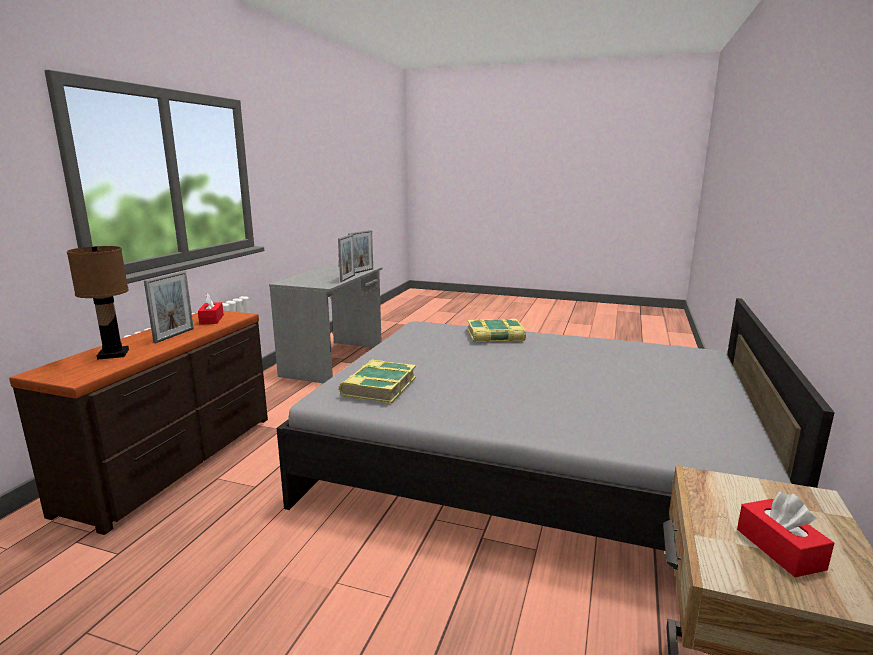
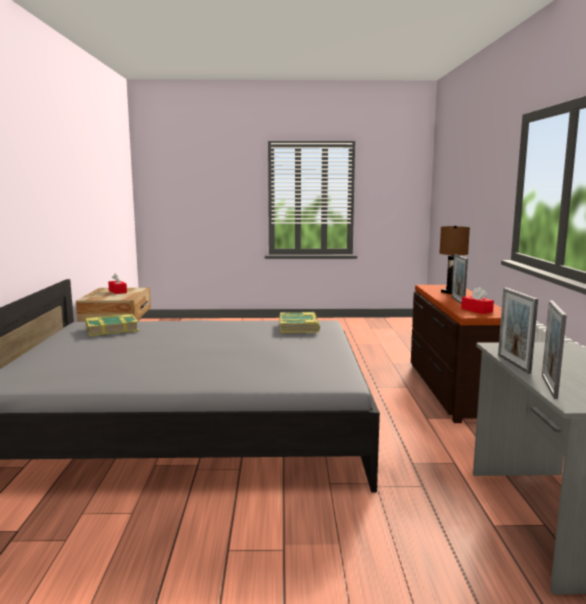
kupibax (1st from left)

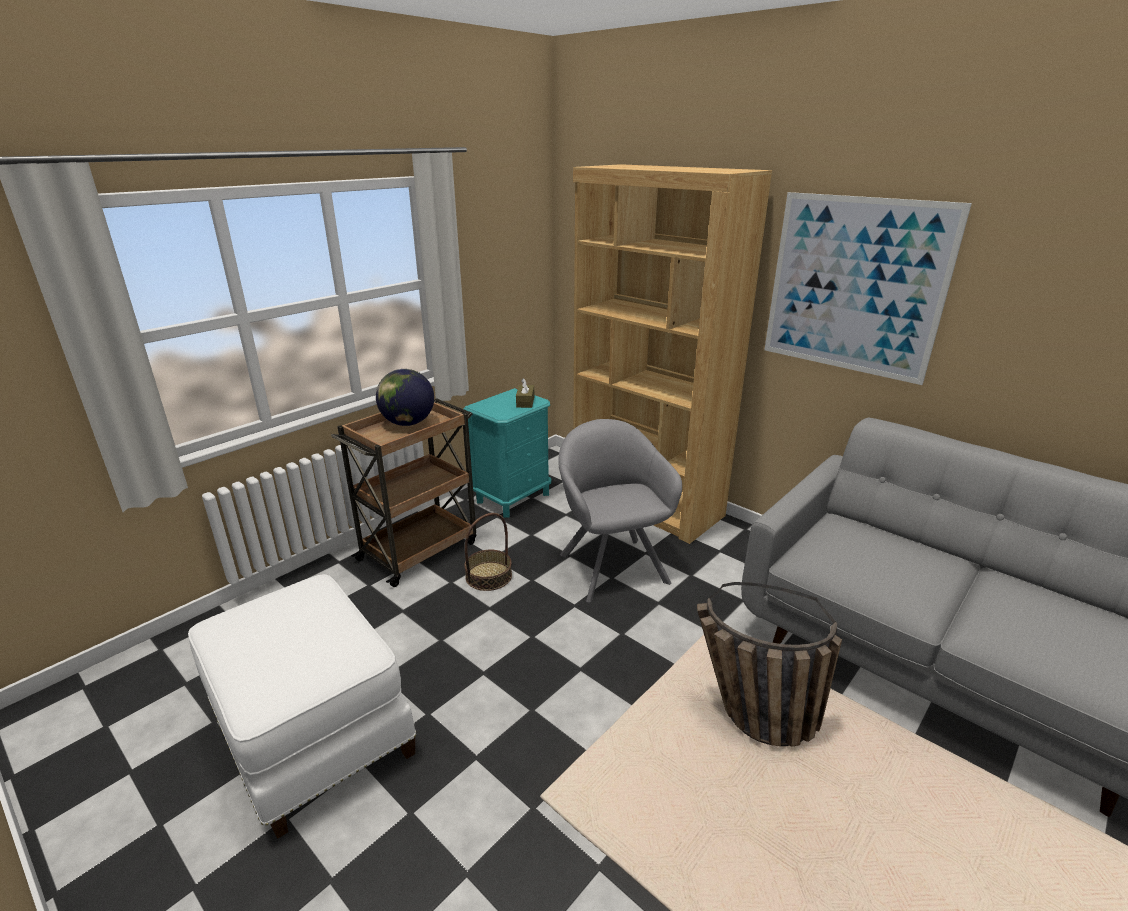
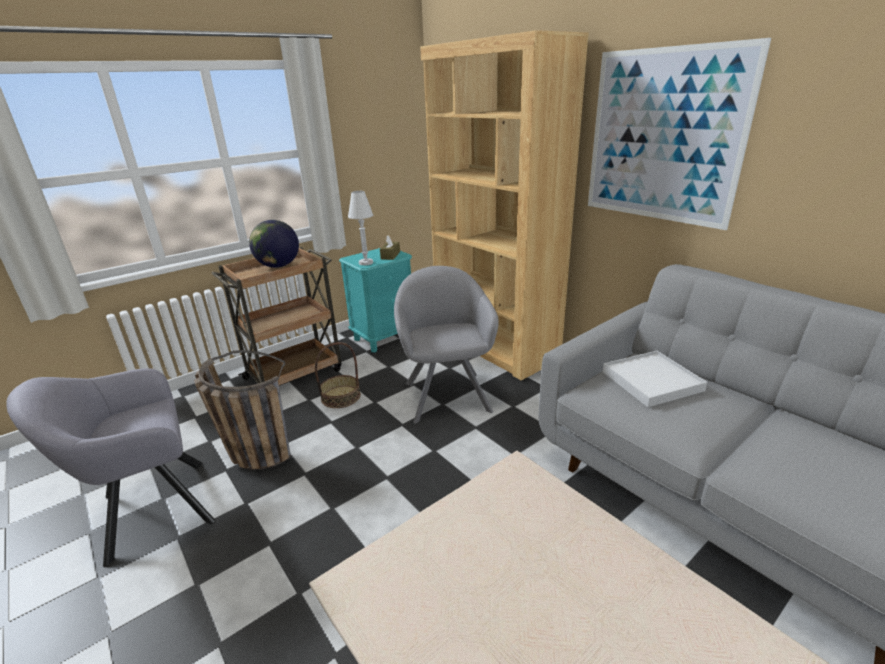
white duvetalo
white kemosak
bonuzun (1st from left)
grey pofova (1st from left)

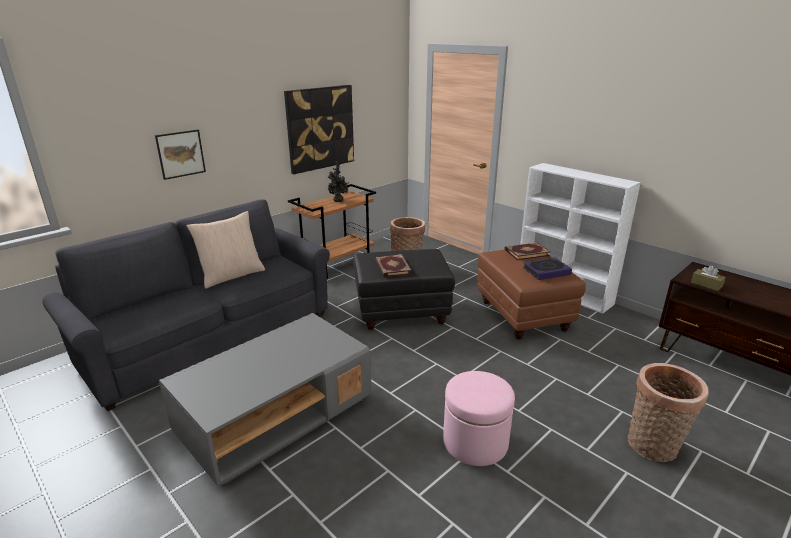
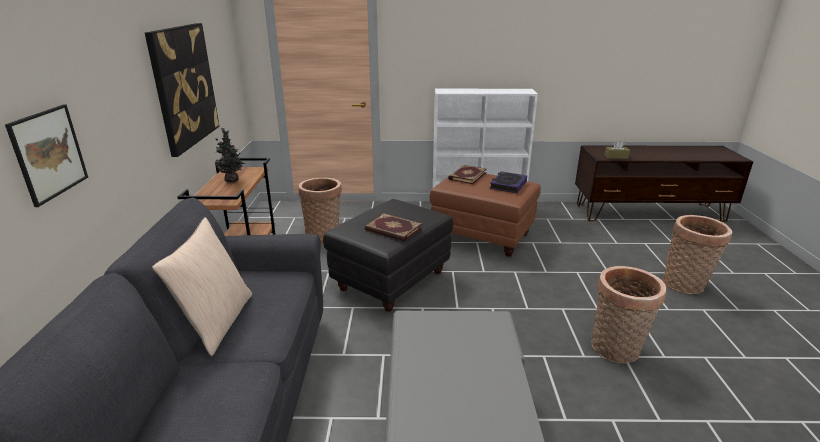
bonuzun (2nd from left)

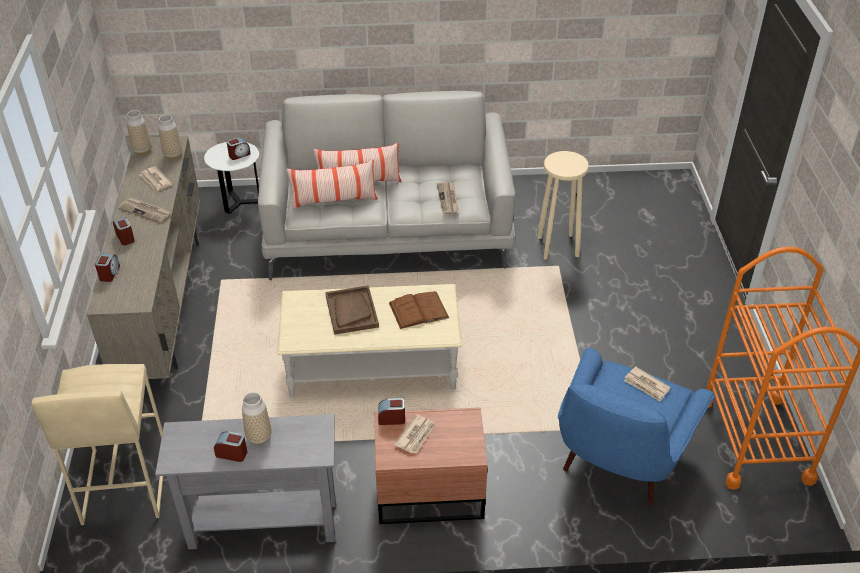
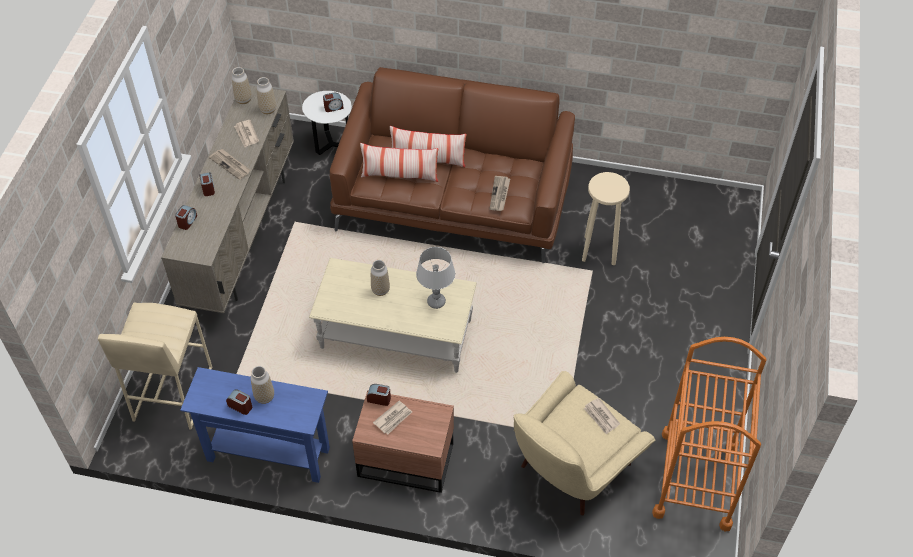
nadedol (4th from left)
grey duvetalo
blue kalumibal
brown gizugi
beige pofova

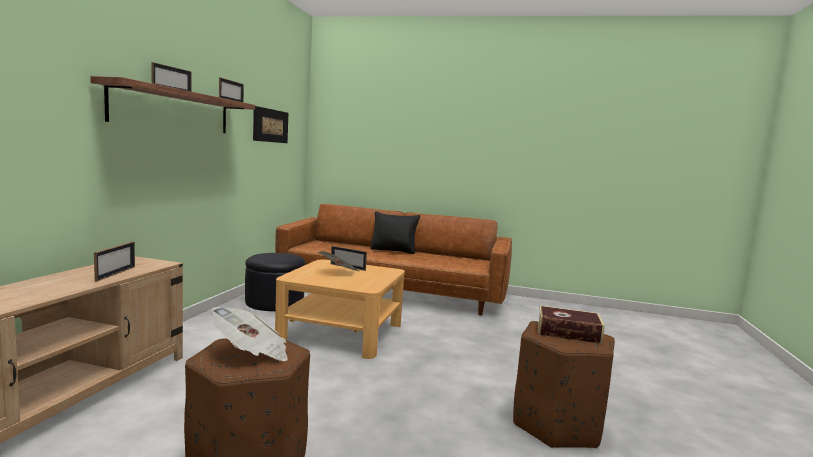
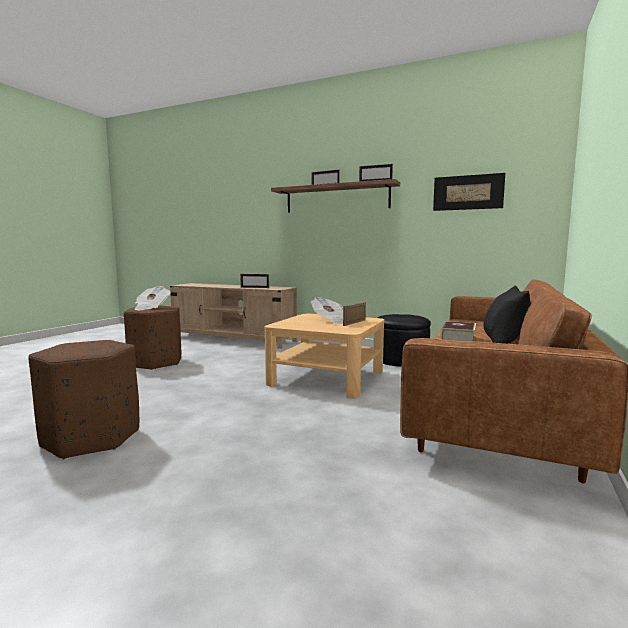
kupibax

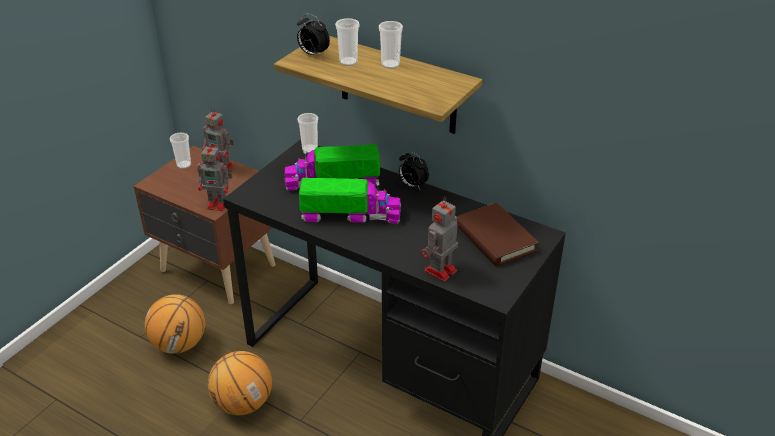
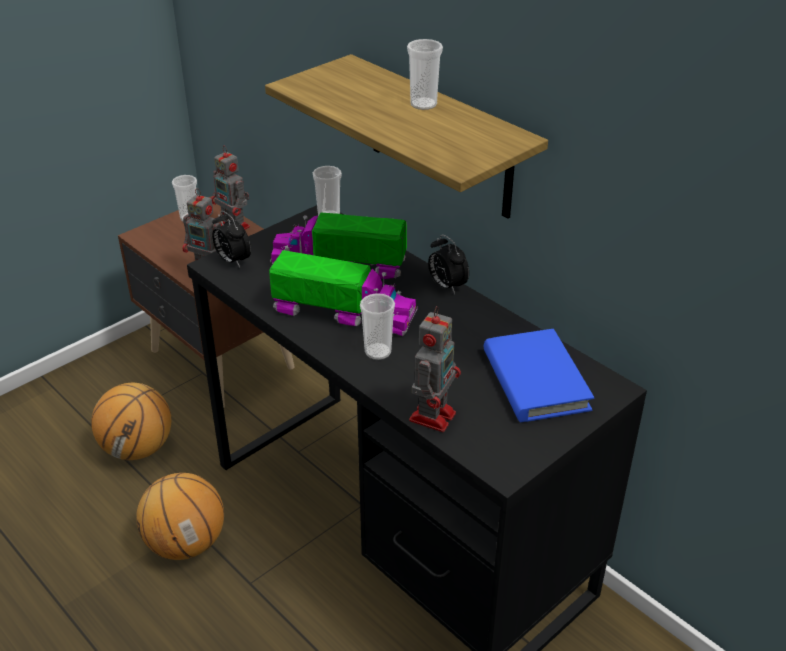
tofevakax (1st from left)
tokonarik (3rd from left)
blue kupibax
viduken (3rd from left)

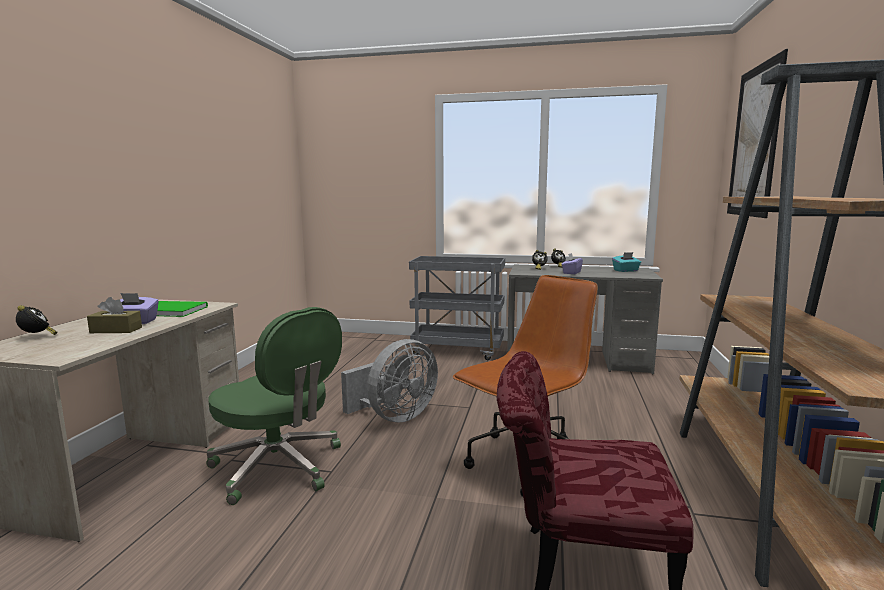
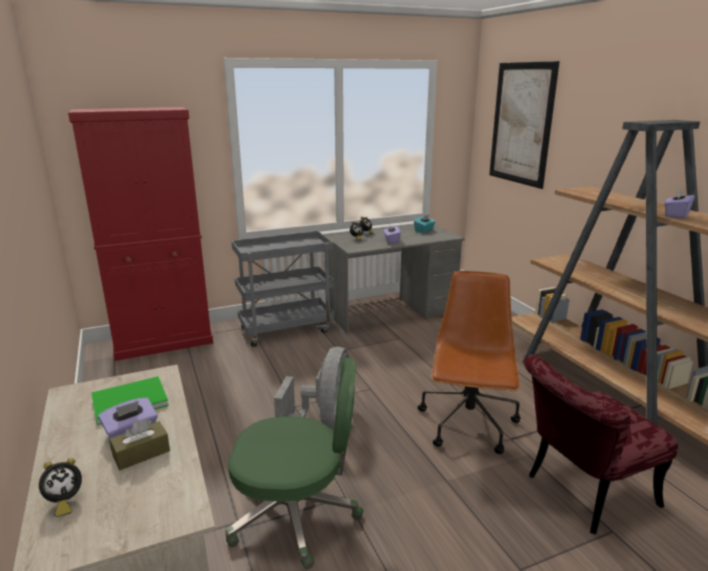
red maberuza
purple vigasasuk (3rd from left)
tofevakax (1st from left)

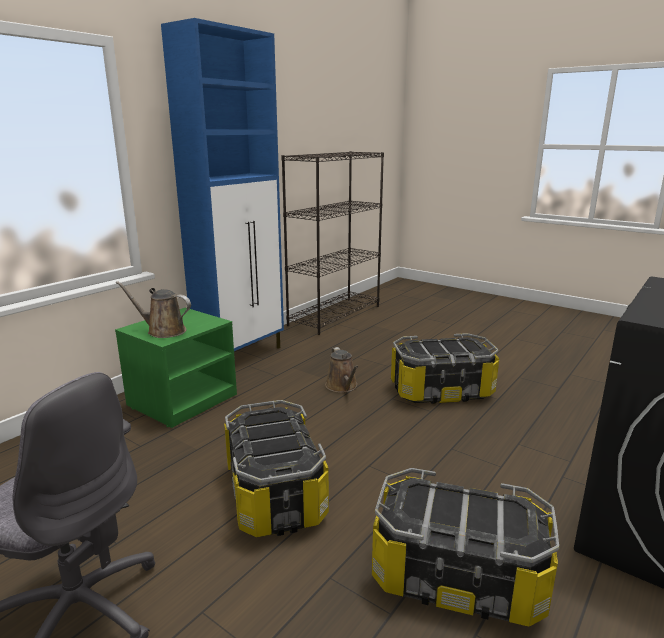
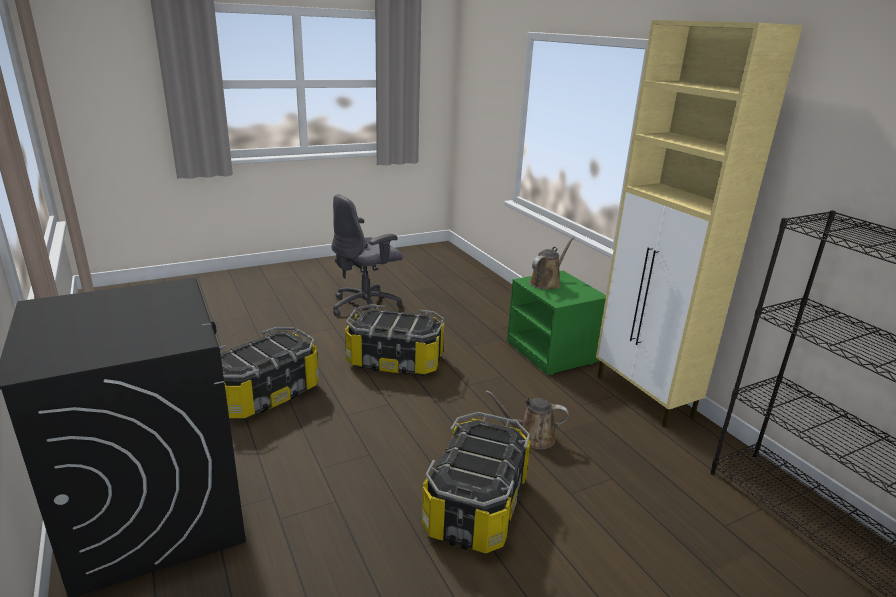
beige maberuza

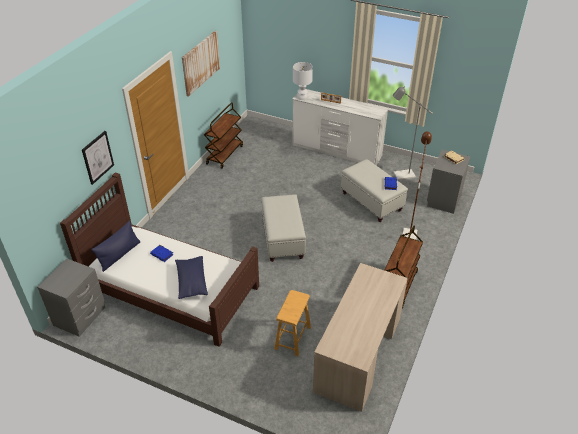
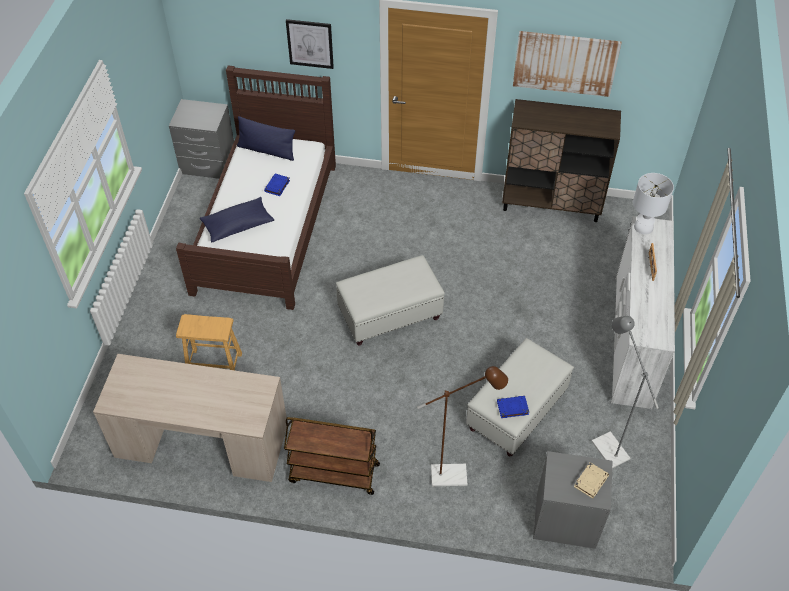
brown maberuza

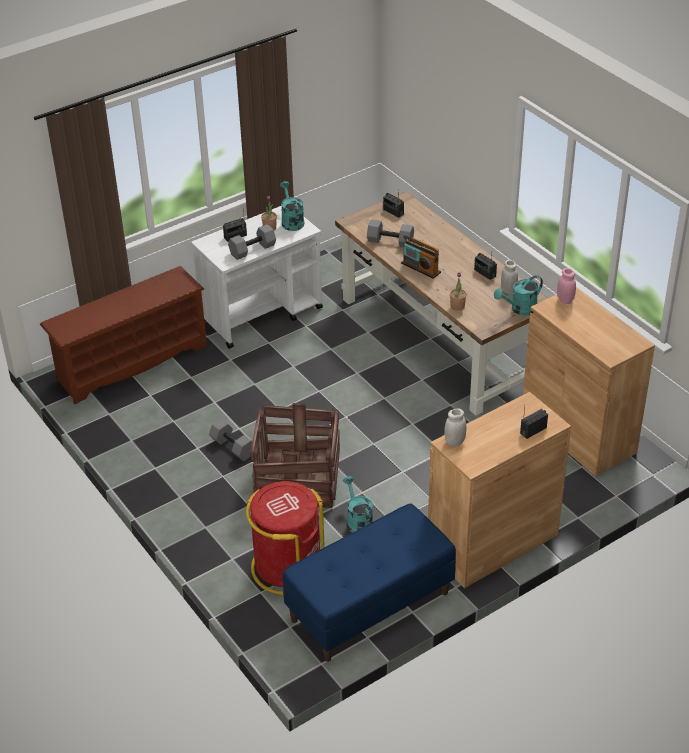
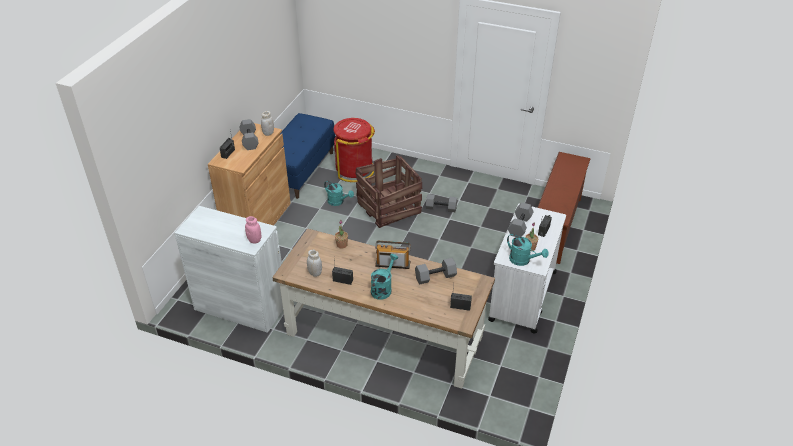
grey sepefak (1st from left)
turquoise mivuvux (2nd from left)
white maberuza

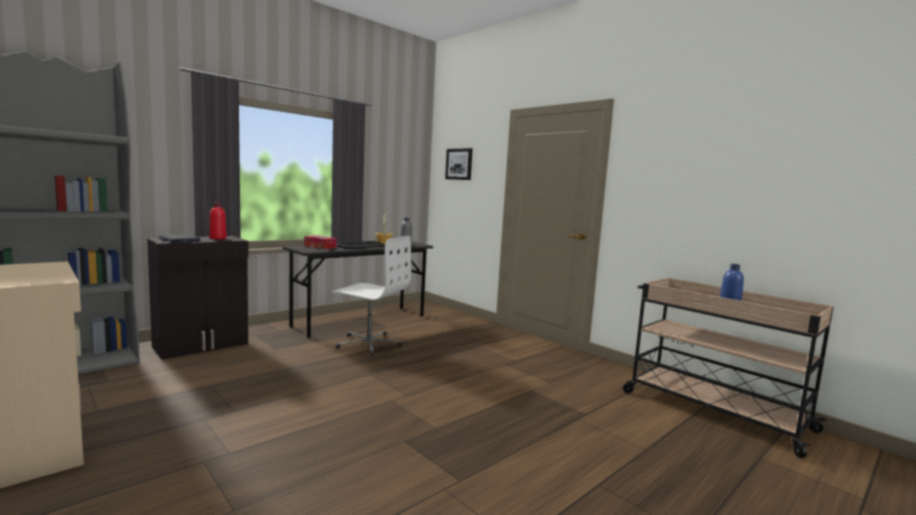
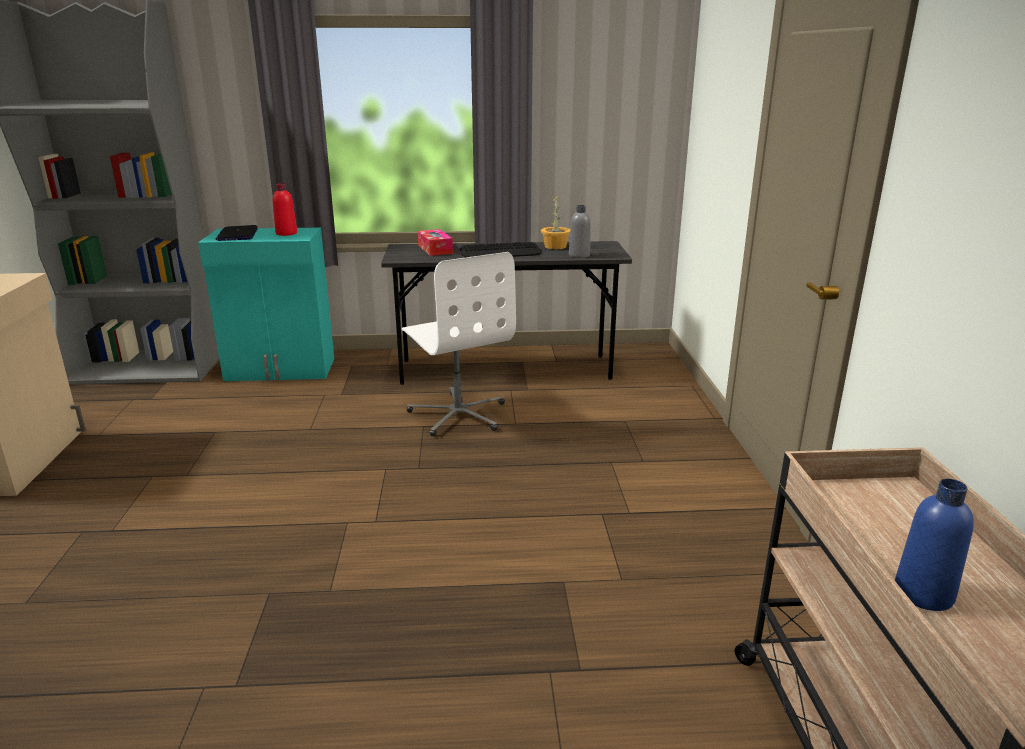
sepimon
turquoise maberuza

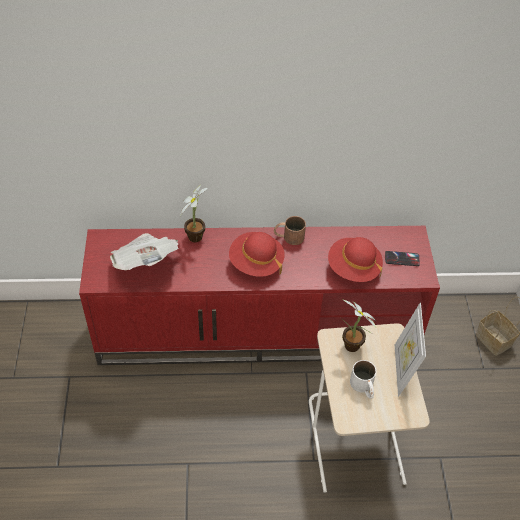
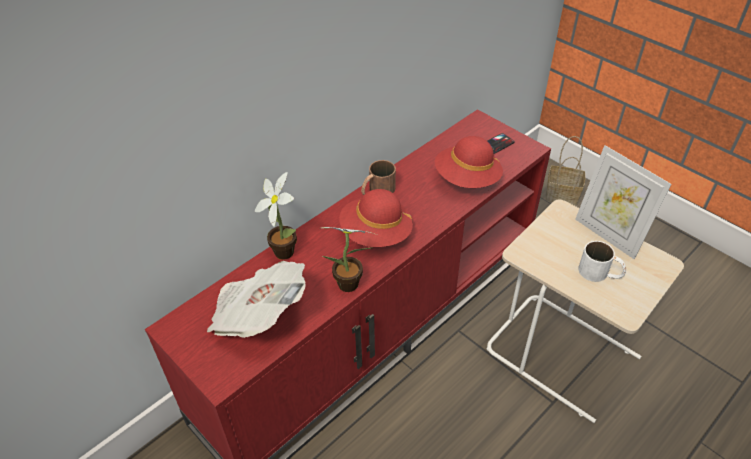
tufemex (2nd from left)

